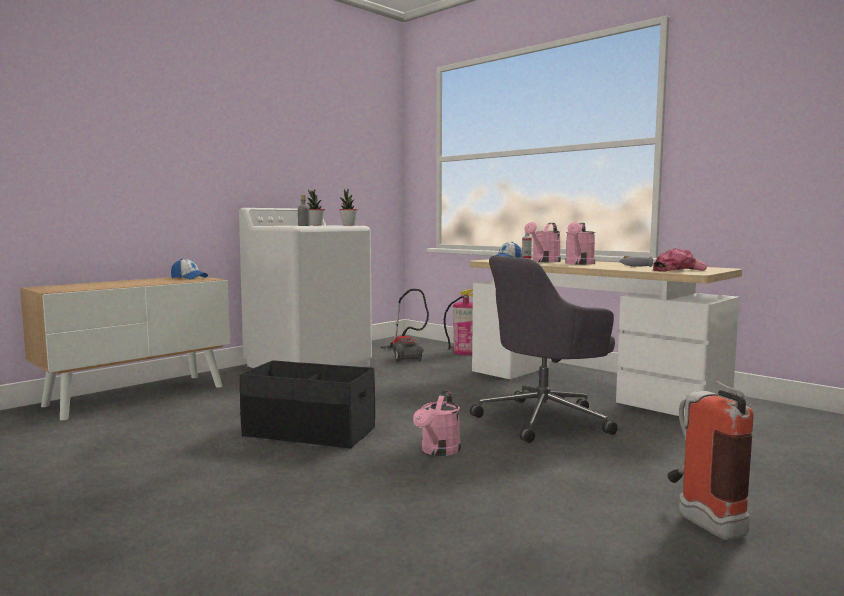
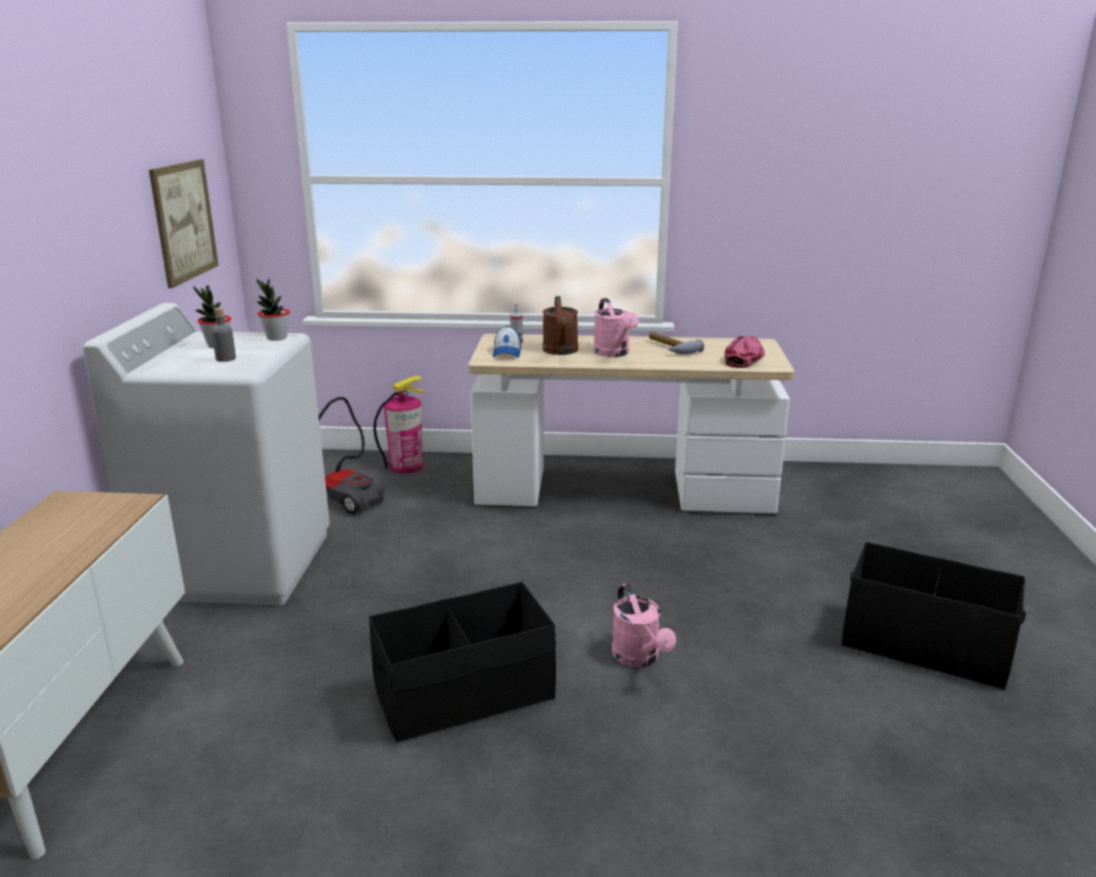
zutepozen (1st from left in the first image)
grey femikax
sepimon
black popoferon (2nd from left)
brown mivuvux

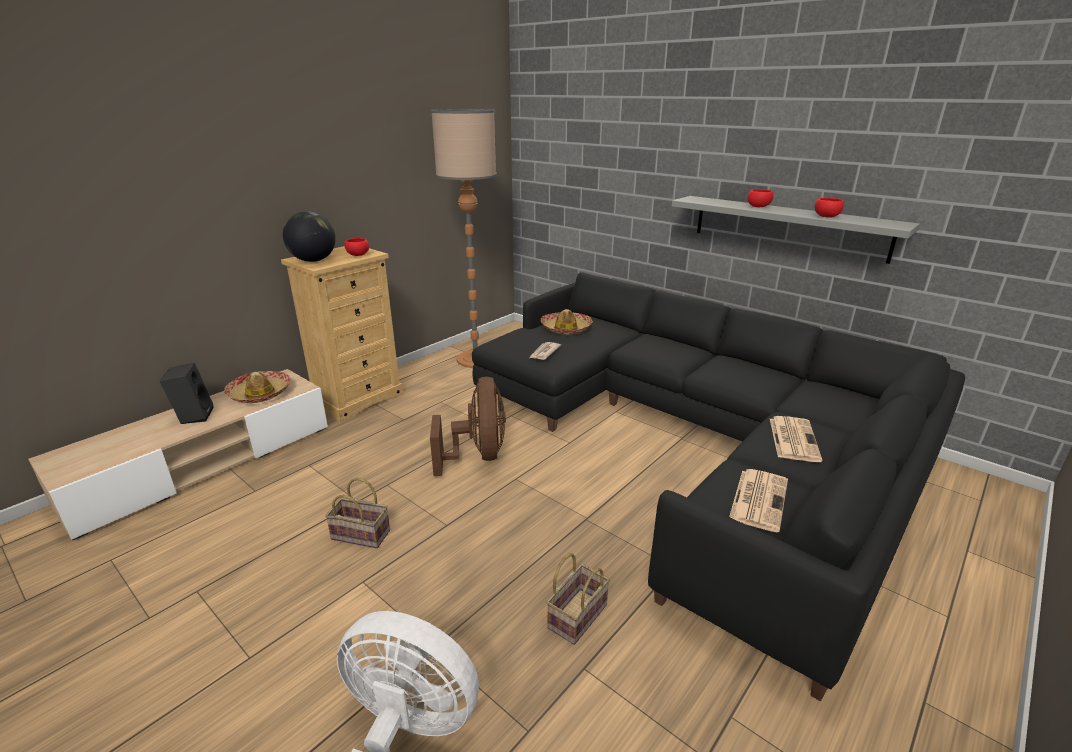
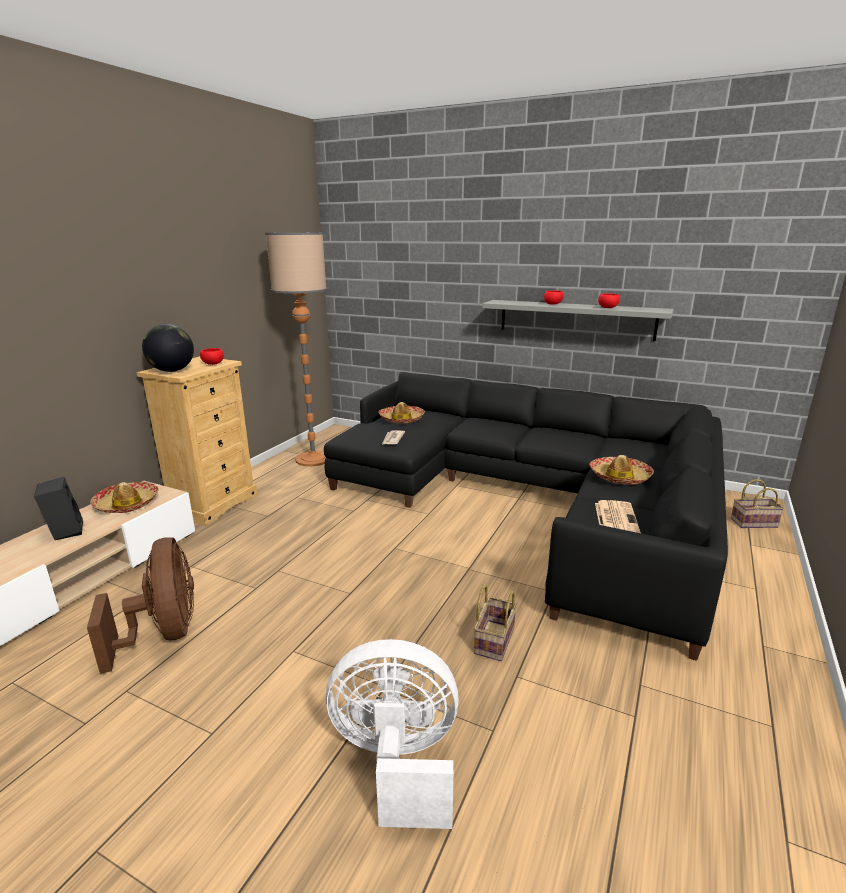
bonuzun (2nd from left)
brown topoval
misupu (3rd from left)

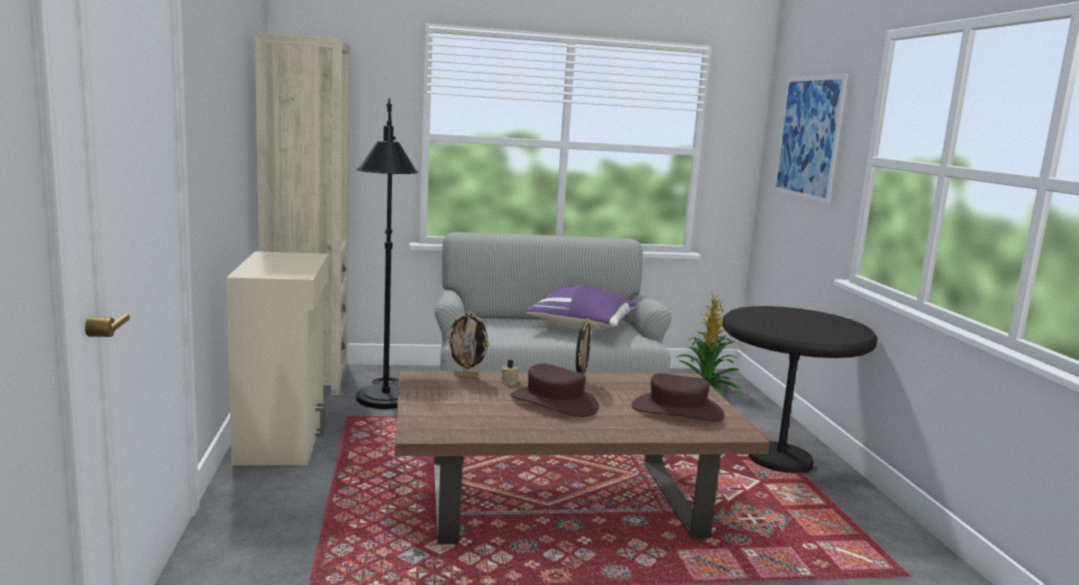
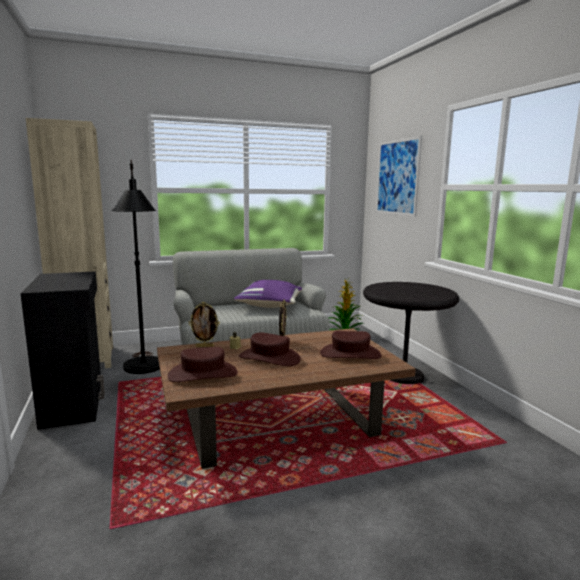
brown misupu (1st from left)
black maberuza

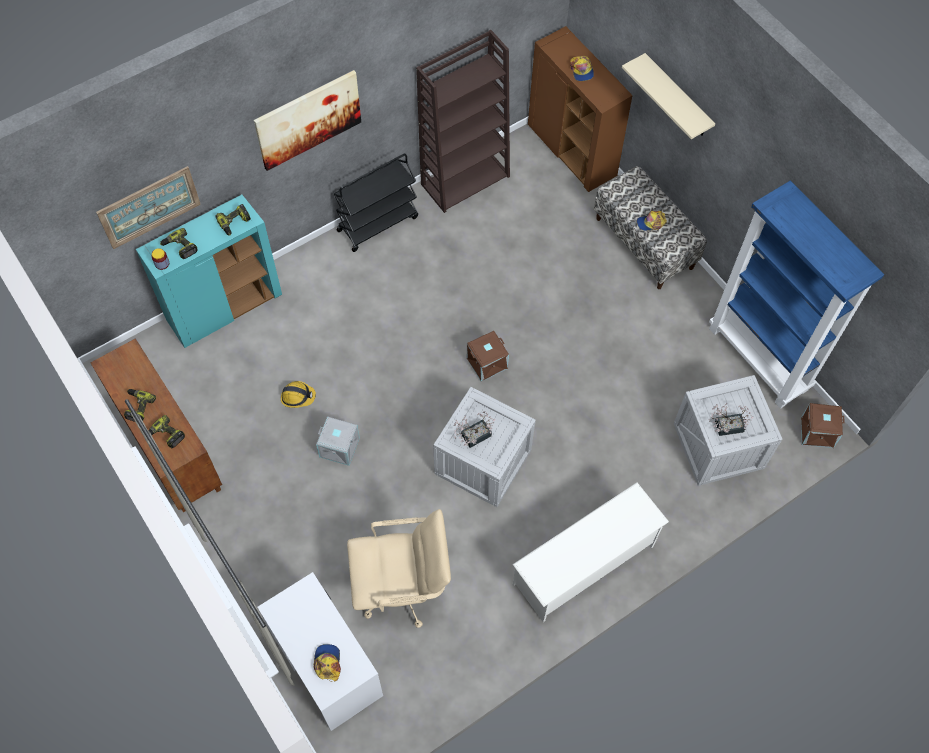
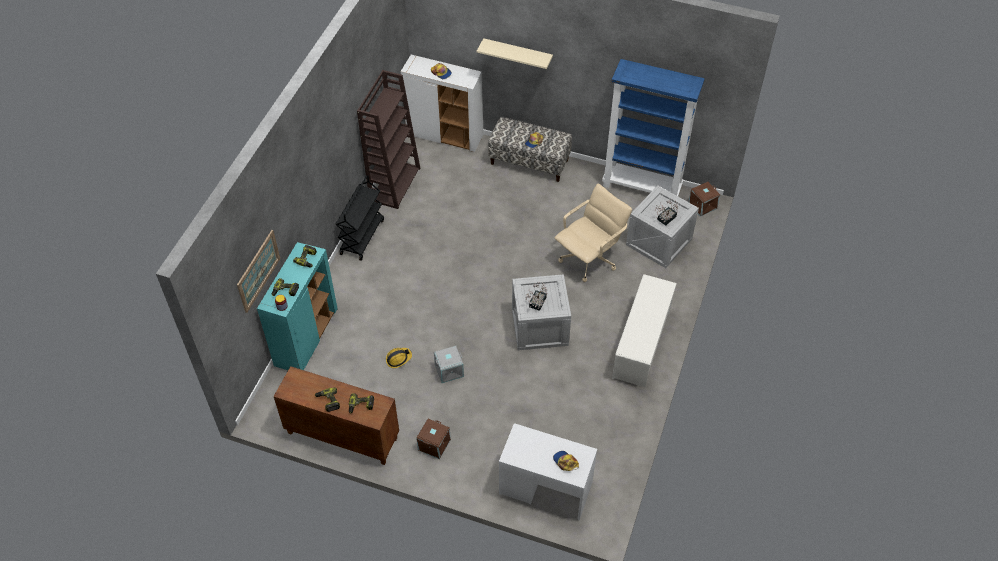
sepimon (2nd from left in the first image)
beige femikax
brown popoferon (1st from left)
white maberuza

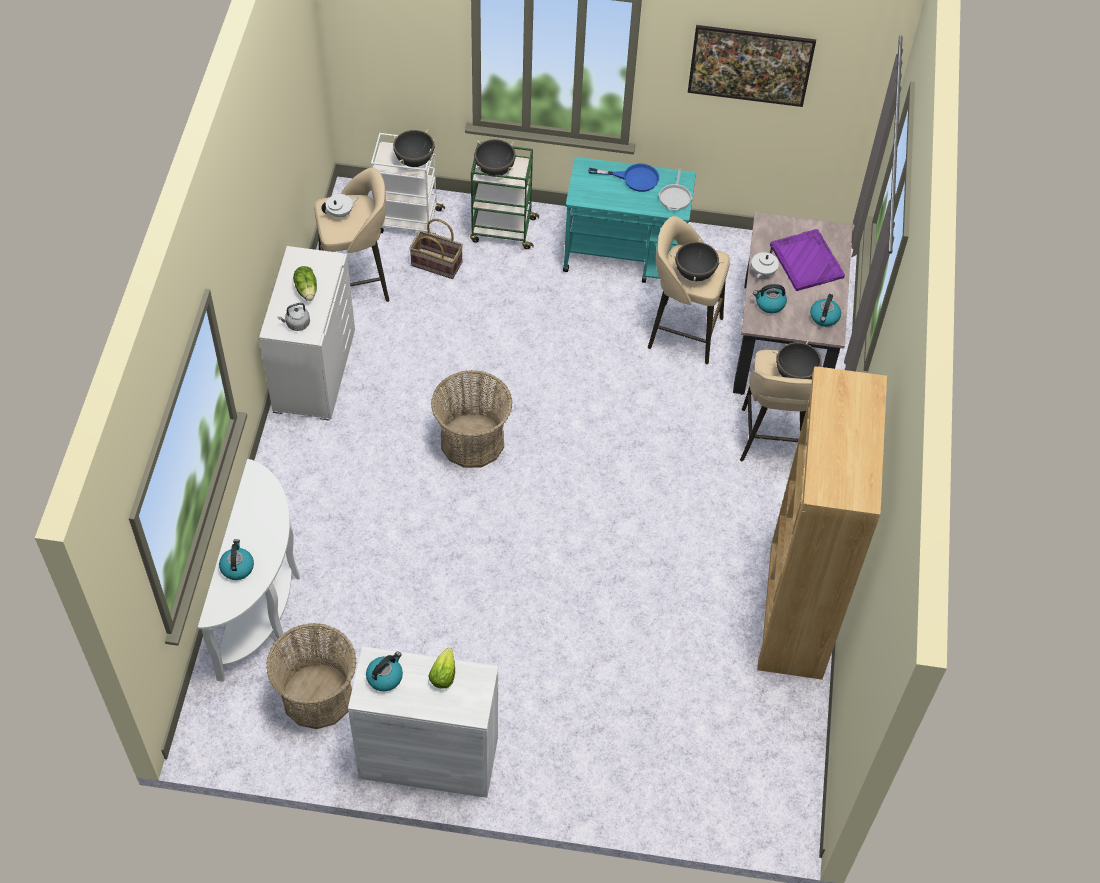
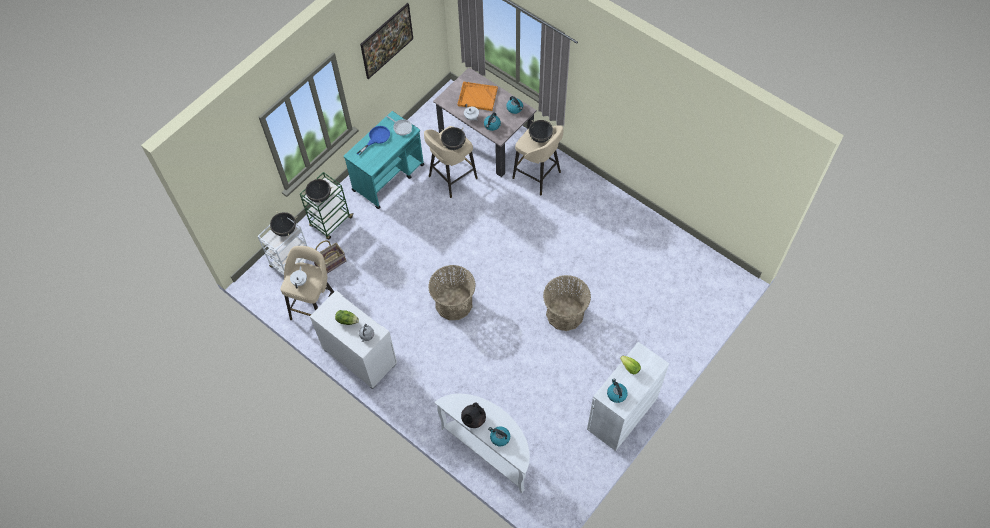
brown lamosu
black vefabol
bonuzun (3rd from left)
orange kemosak

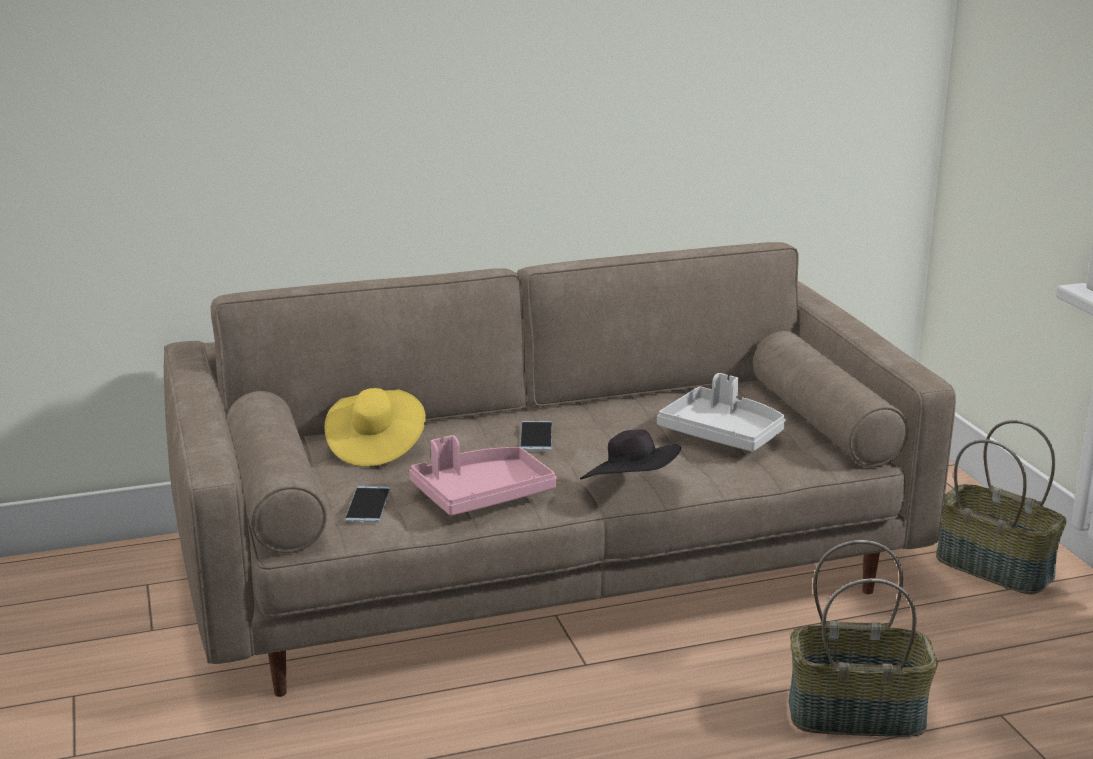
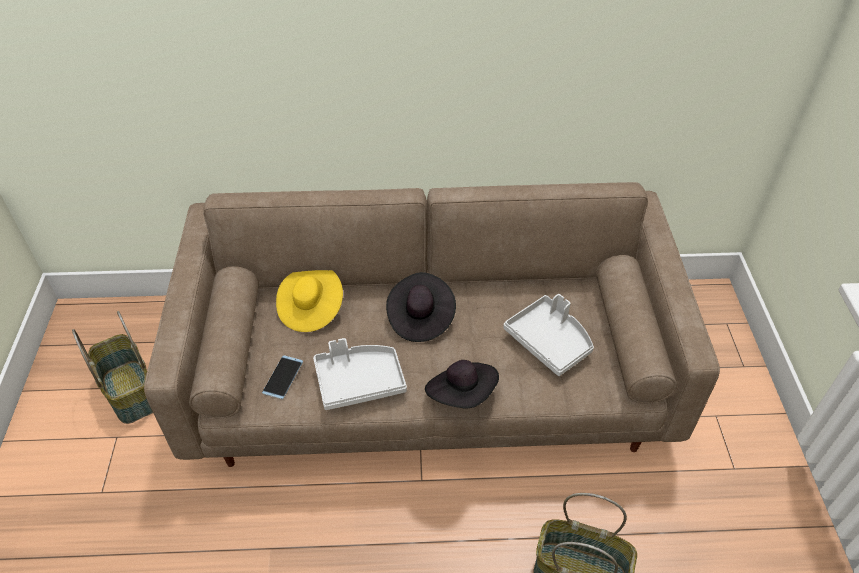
bonuzun (1st from left)
black misupu (1st from left)
grey kemosak (1st from left)

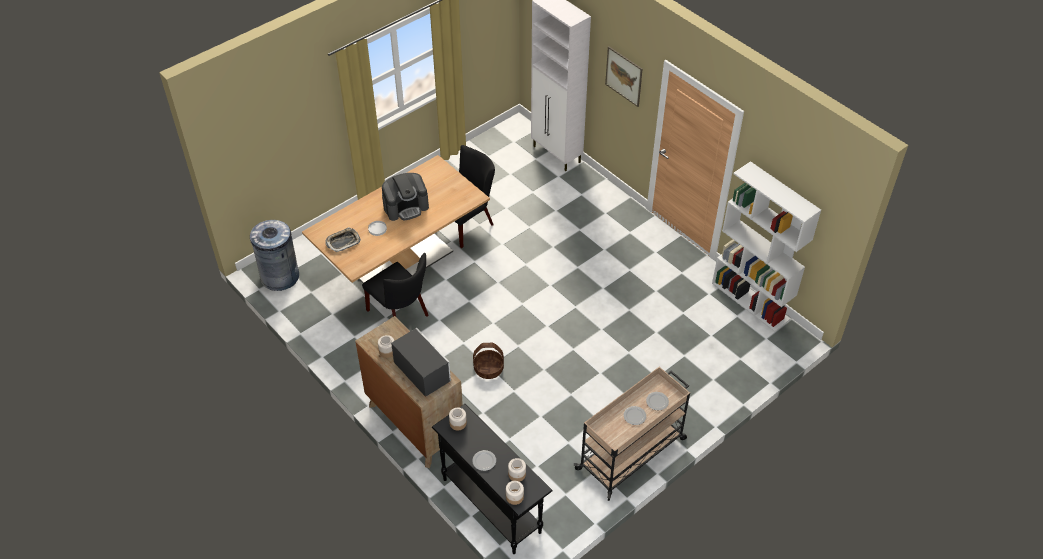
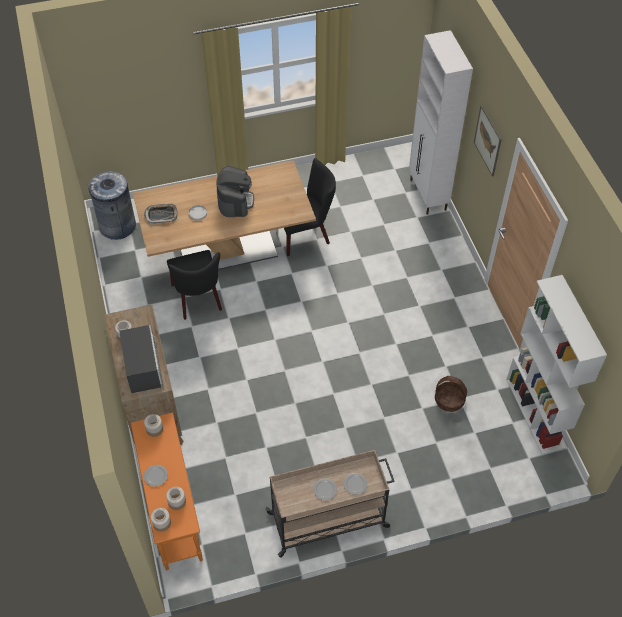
bonuzun
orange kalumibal
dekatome

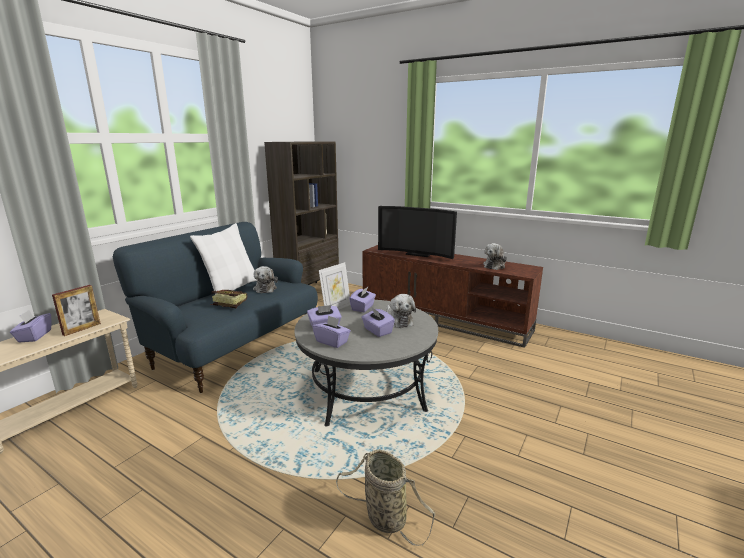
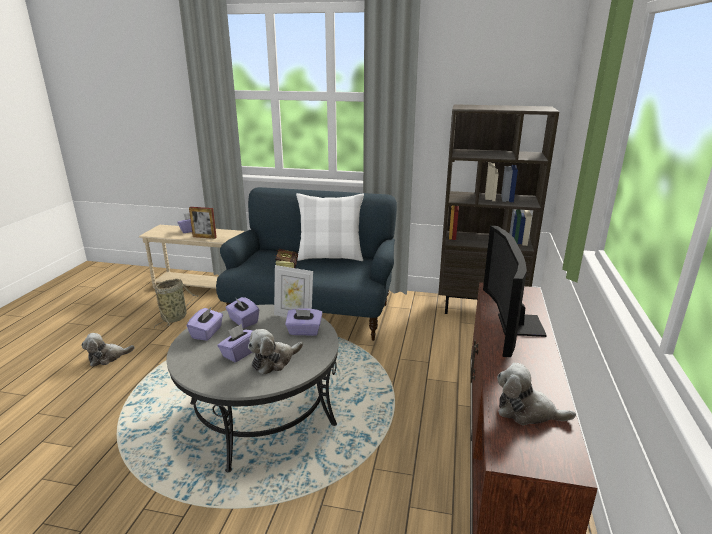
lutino (1st from left)
bonuzun

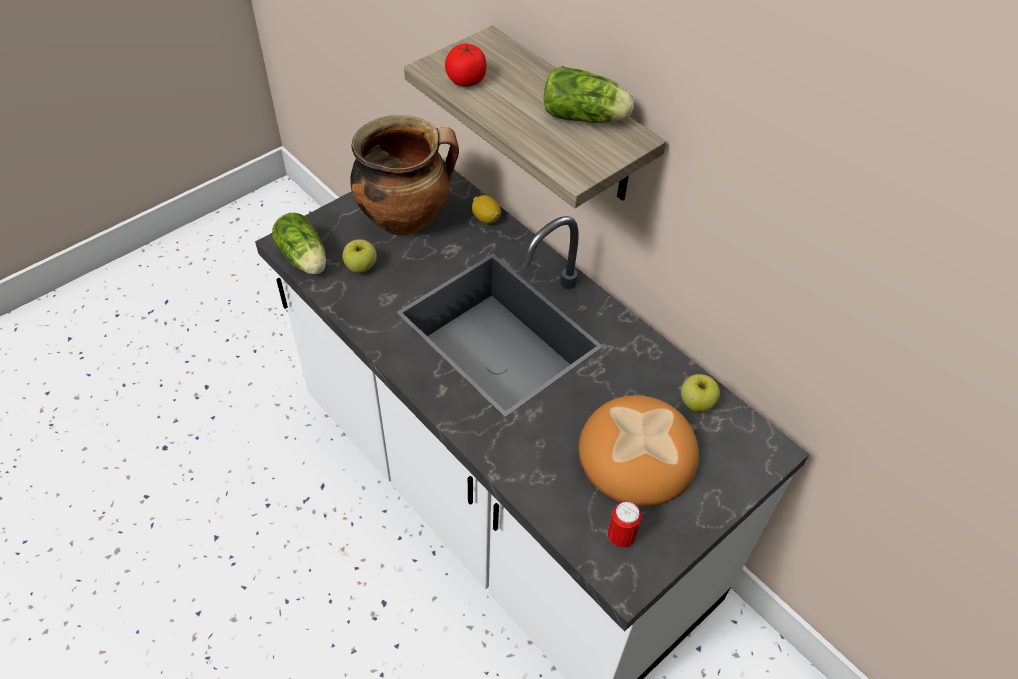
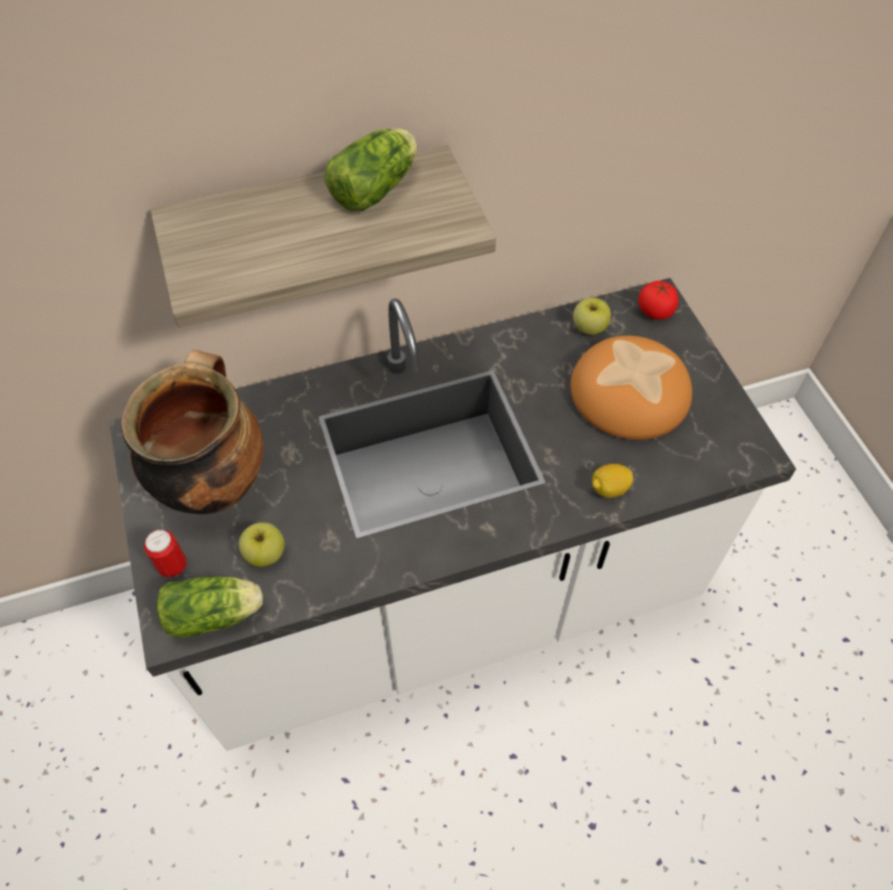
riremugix
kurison
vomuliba

